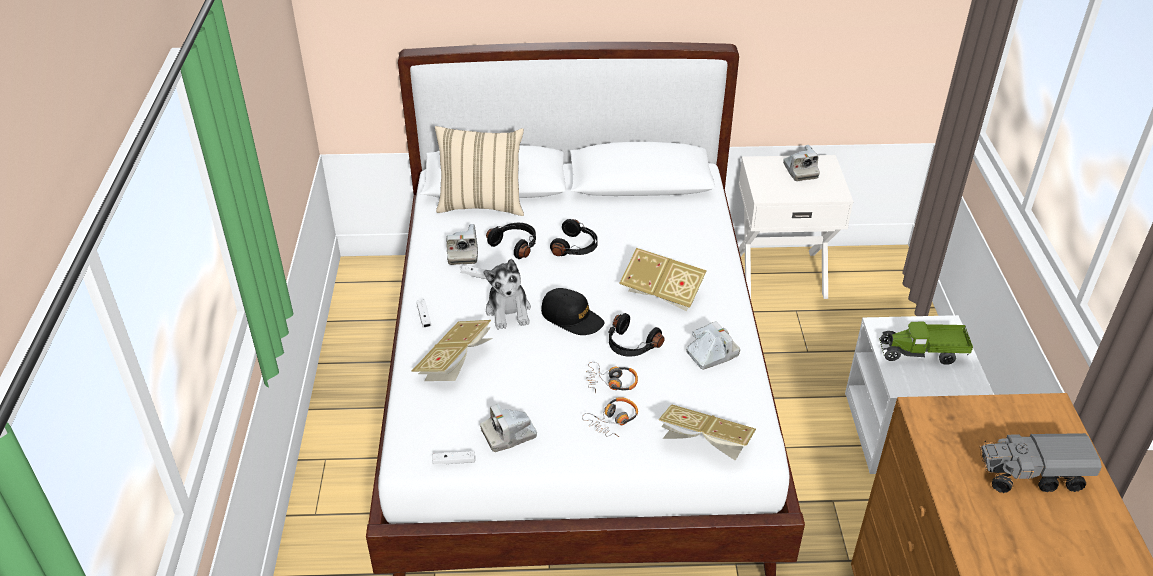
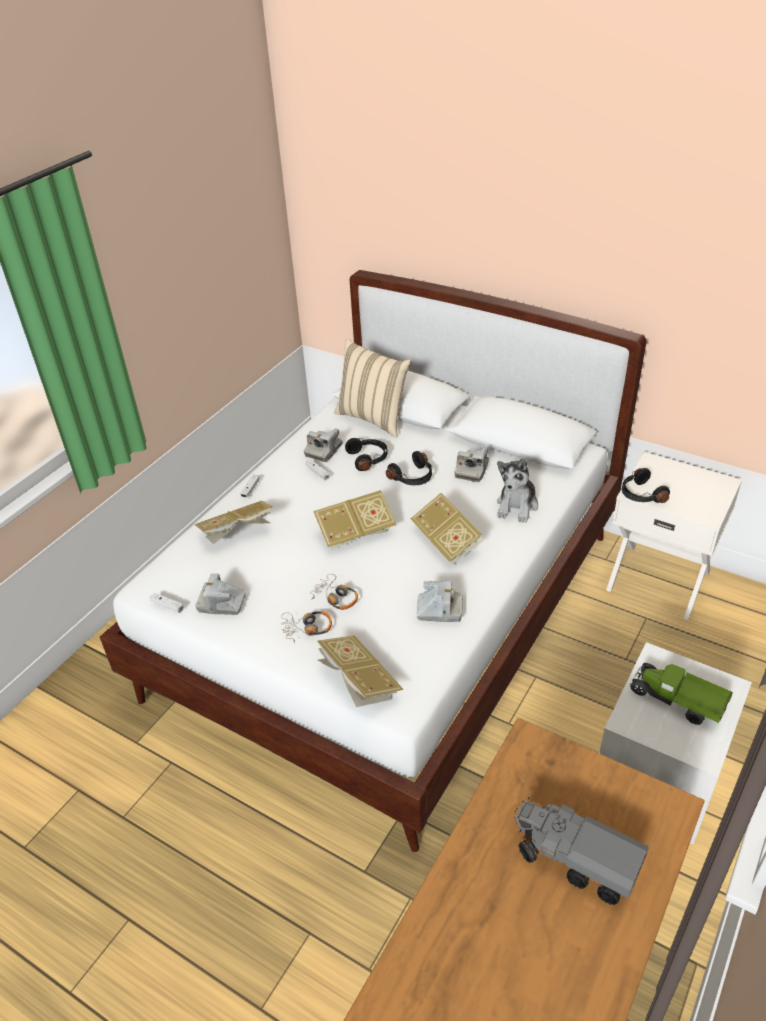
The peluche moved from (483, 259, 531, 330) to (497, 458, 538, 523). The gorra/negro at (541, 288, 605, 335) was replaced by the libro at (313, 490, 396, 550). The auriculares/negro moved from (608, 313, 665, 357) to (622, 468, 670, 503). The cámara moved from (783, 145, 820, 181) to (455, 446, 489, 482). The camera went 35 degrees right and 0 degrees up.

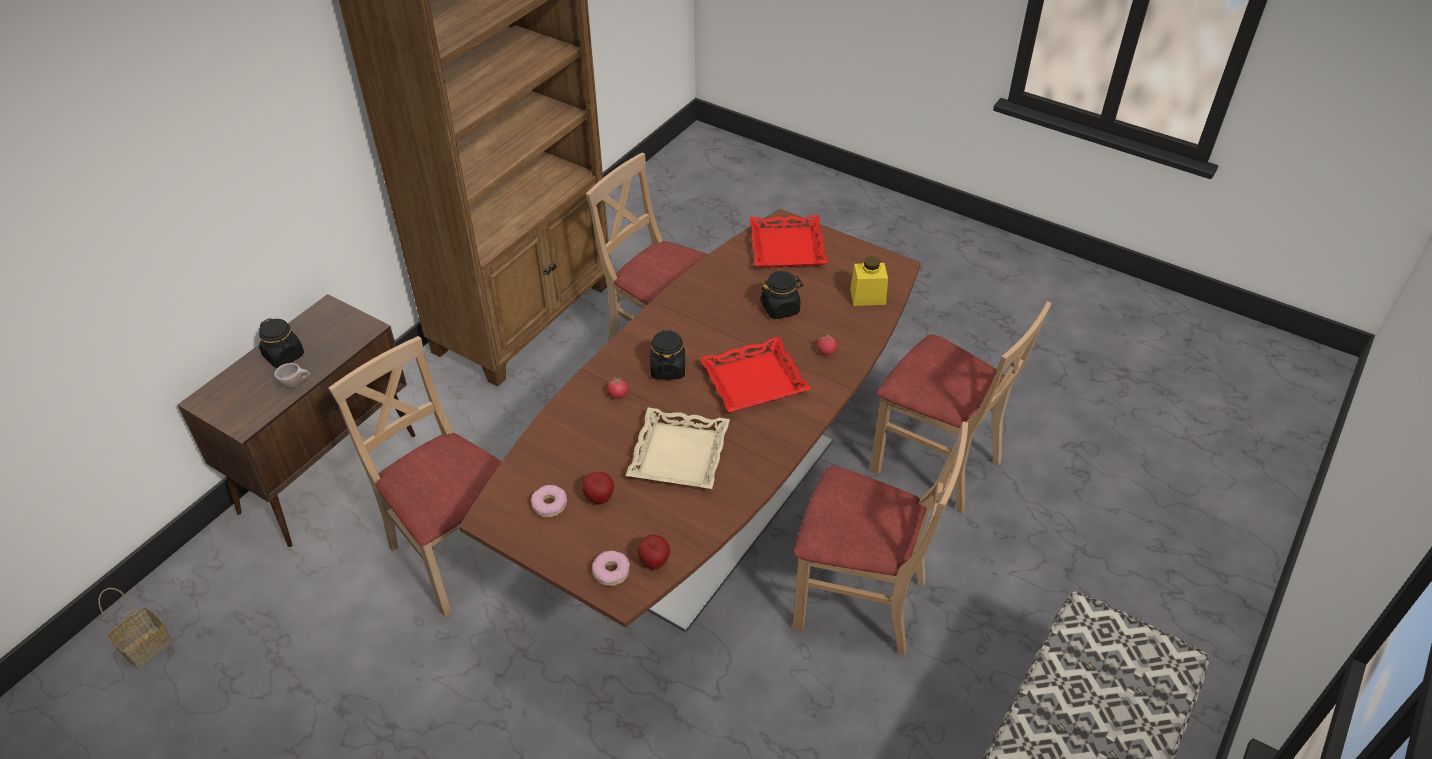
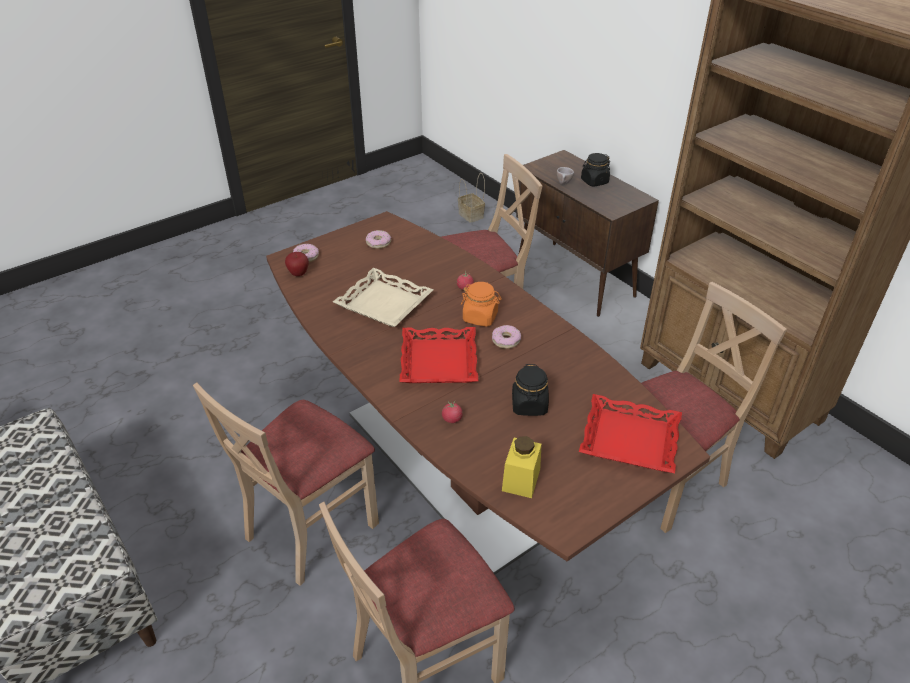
The manzana at (582, 471, 614, 504) disappeared. The tarro/negro at (650, 329, 685, 380) became the tarro/naranja at (461, 282, 502, 327). The rosquilla at (492, 325, 521, 349) appeared. The camera went 110 degrees right and 5 degrees down.

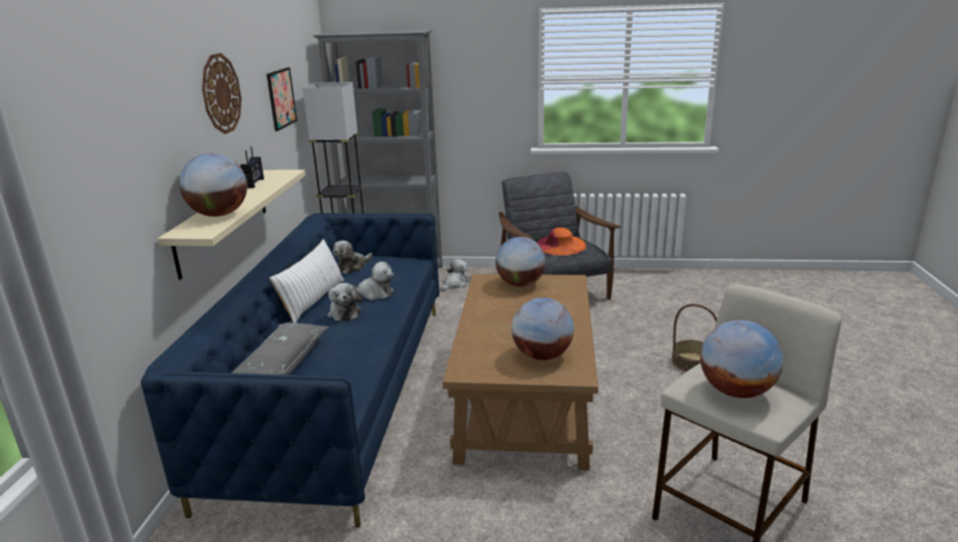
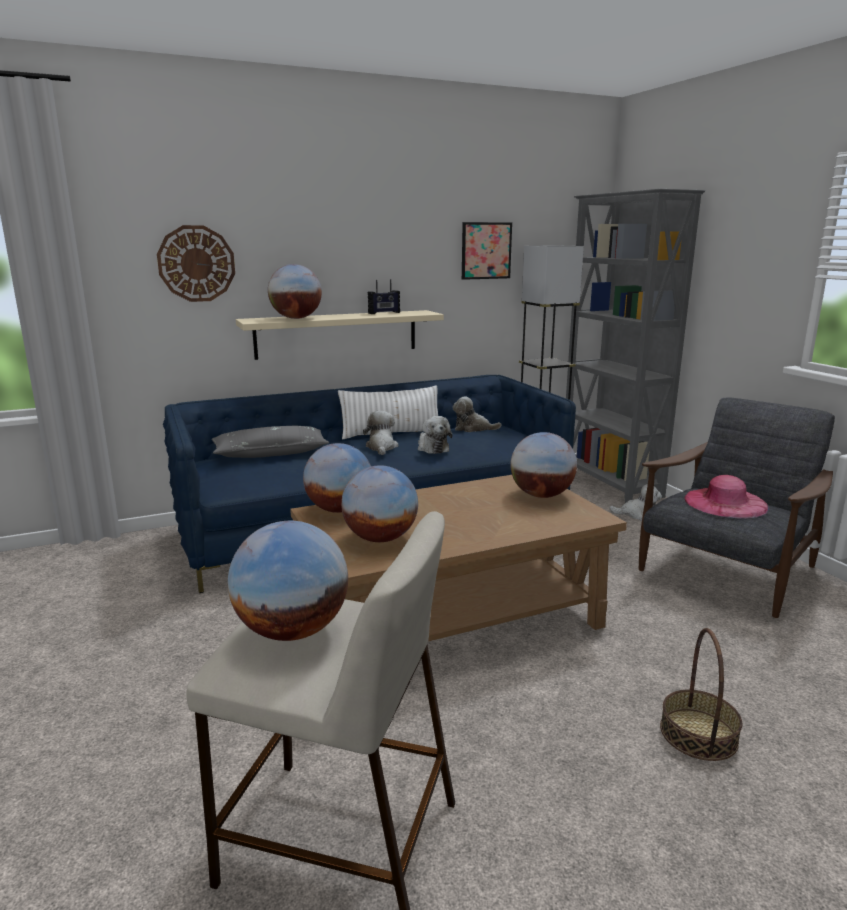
The reloj de pared moved from (202, 53, 241, 134) to (157, 225, 235, 302). The peluche at (327, 283, 363, 321) turned 135 degrees clockwise. The sombrero/naranja at (537, 227, 586, 255) became the sombrero/rosa at (684, 475, 769, 519). The globo terráqueo at (303, 443, 371, 513) appeared. The camera went 60 degrees right and 5 degrees down.

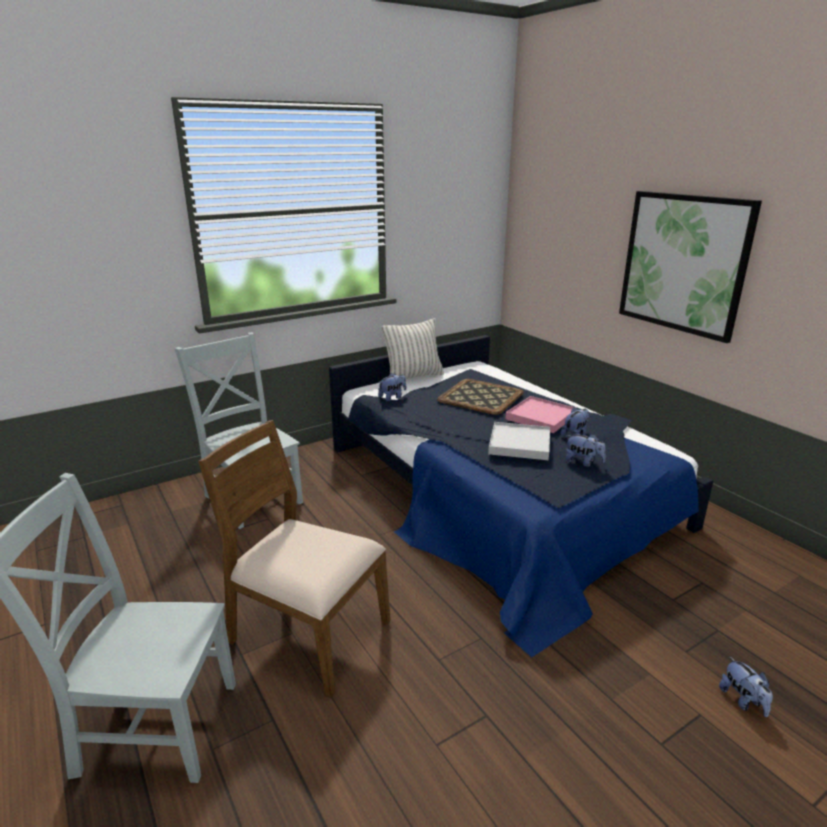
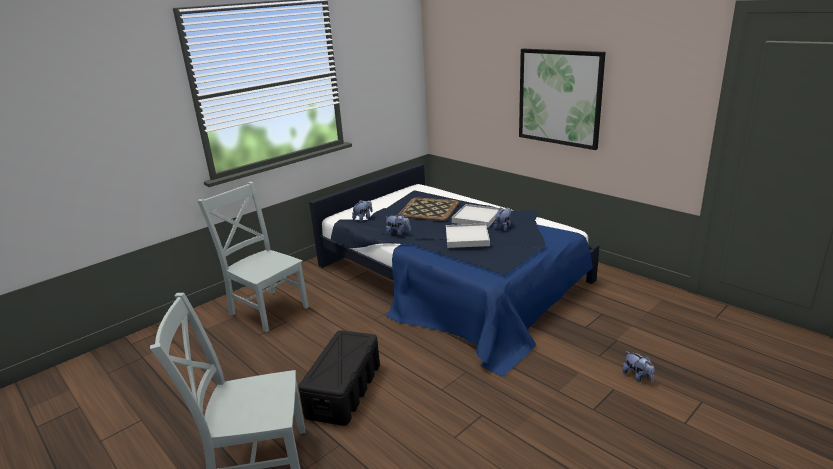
The silla/marrón at (198, 420, 390, 698) was replaced by the caja de almacenaje/negro at (298, 330, 380, 426). The cojín at (382, 318, 444, 379) disappeared. The bandeja/rosa at (505, 396, 575, 433) became the bandeja/blanco at (452, 204, 499, 228). The peluche moved from (566, 434, 606, 467) to (386, 214, 411, 235). The camera went 10 degrees left and 0 degrees up.

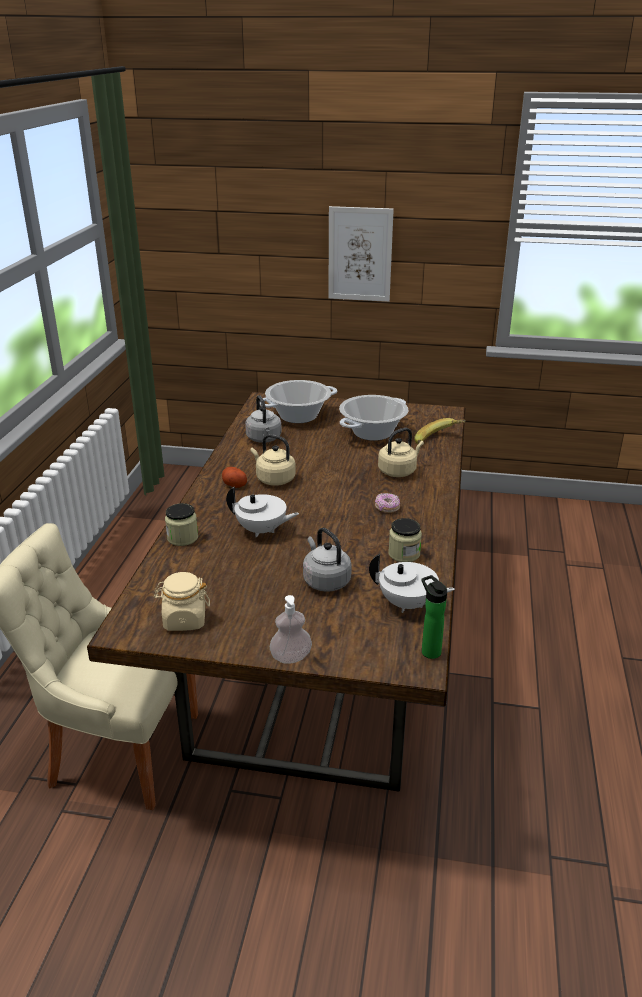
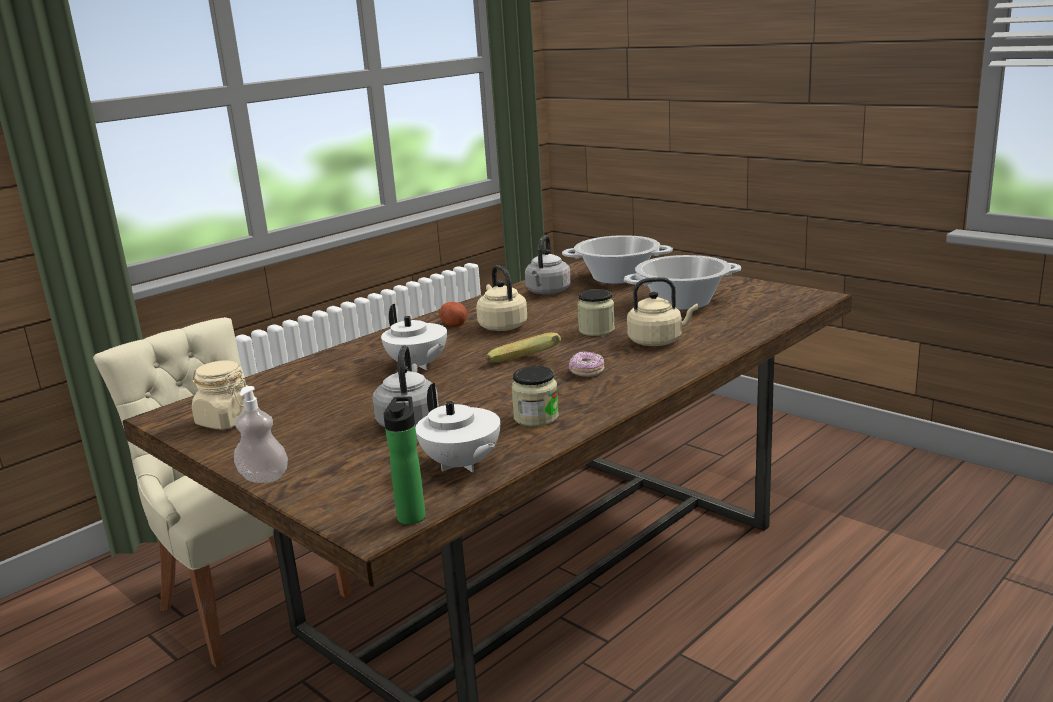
The tarro moved from (165, 503, 198, 546) to (578, 289, 615, 336). The cuadro at (328, 206, 394, 302) disappeared. The plátano moved from (414, 418, 466, 444) to (486, 333, 561, 362). The camera went 35 degrees right and 10 degrees down.

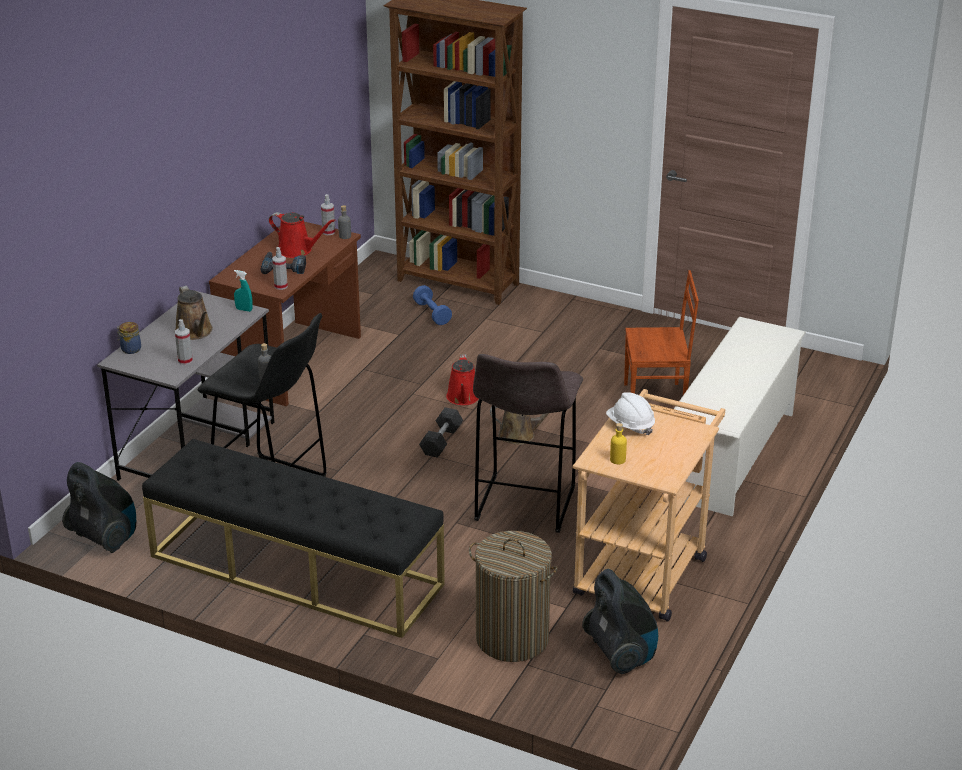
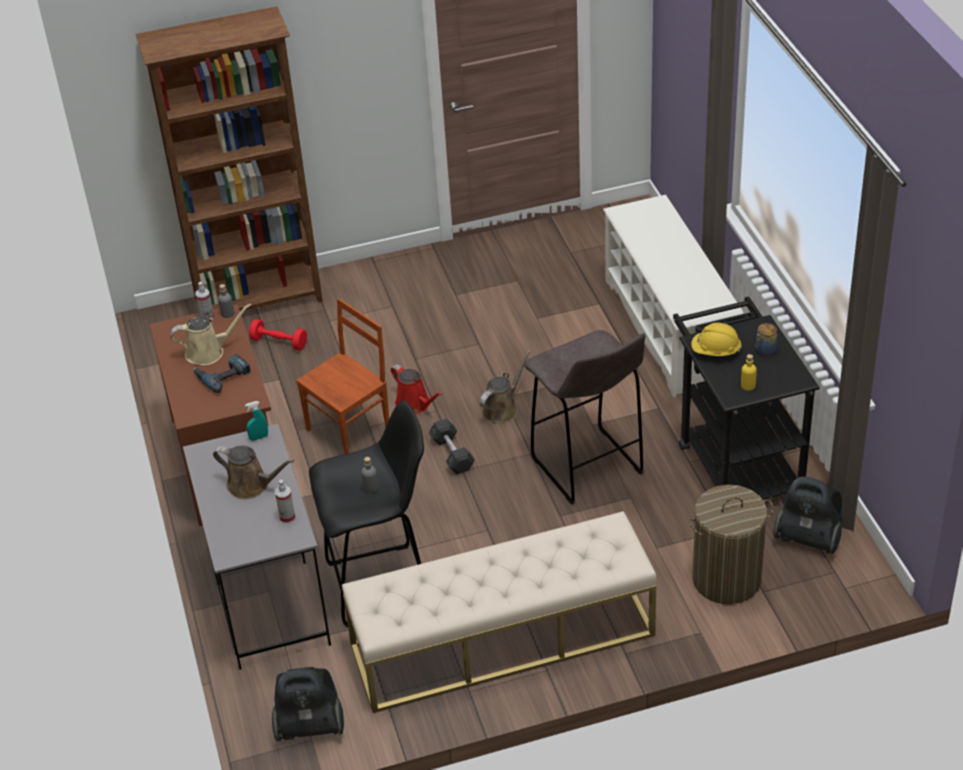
The tarro moved from (117, 322, 141, 354) to (756, 323, 777, 356). The banco/negro at (142, 439, 445, 638) became the banco/beis at (342, 511, 657, 713). The regadera/rojo at (269, 212, 336, 258) became the regadera/beis at (170, 304, 251, 365). The pulverizador at (272, 247, 288, 290) disappeared. The mancuerna/azul at (413, 285, 452, 325) became the mancuerna/rojo at (249, 319, 307, 350). The carrito/beis at (572, 389, 725, 622) became the carrito/negro at (673, 297, 820, 500). The casco/blanco at (606, 392, 655, 435) became the casco/amarillo at (691, 323, 742, 356). The silla/marrón moved from (624, 270, 699, 395) to (296, 298, 389, 454). The camera went 40 degrees left and 10 degrees up.

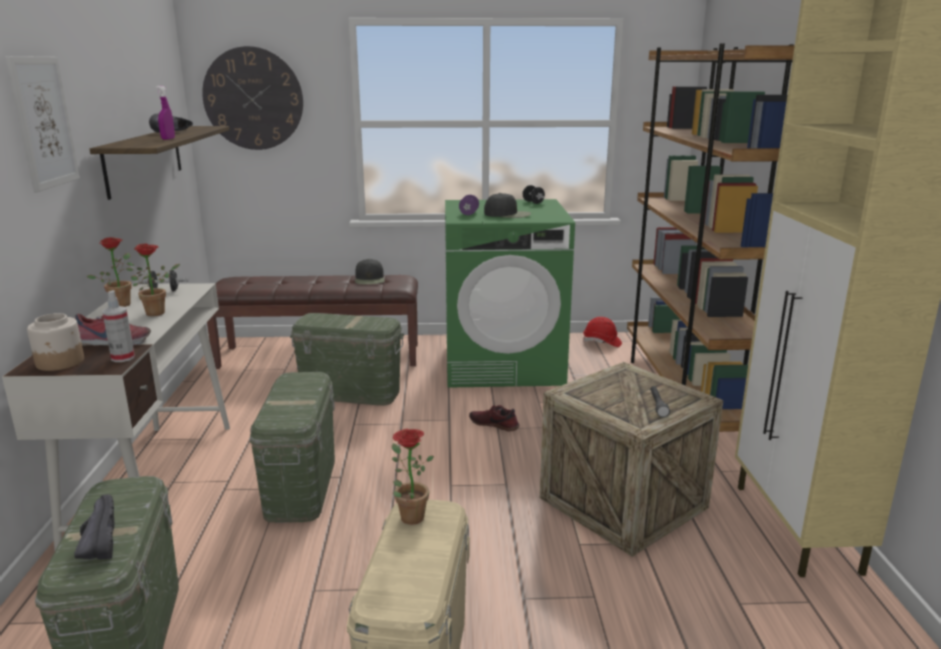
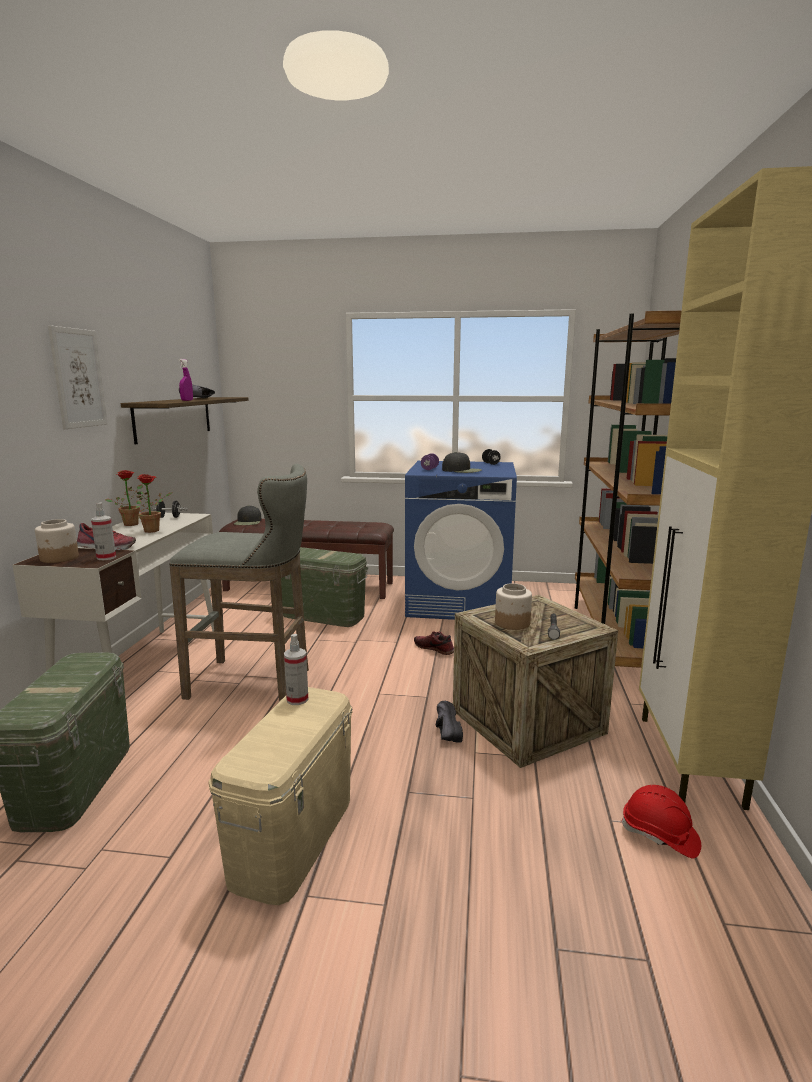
The zapato/negro moved from (74, 494, 114, 559) to (436, 701, 463, 743). The reloj de pared at (202, 46, 303, 150) disappeared. The caja de almacenaje/verde at (250, 372, 335, 523) was replaced by the taburete/gris at (169, 464, 309, 702). The gorra/negro moved from (355, 259, 385, 284) to (234, 505, 262, 525). The planta en maceta at (392, 429, 434, 525) was replaced by the pulverizador at (284, 634, 308, 705). The lavadora/verde at (445, 199, 575, 388) became the lavadora/azul at (405, 461, 517, 620). The casco/rojo moved from (583, 317, 622, 347) to (621, 785, 701, 859). The tarro at (495, 583, 532, 630) appeared. The camera went 10 degrees right and 5 degrees down.

